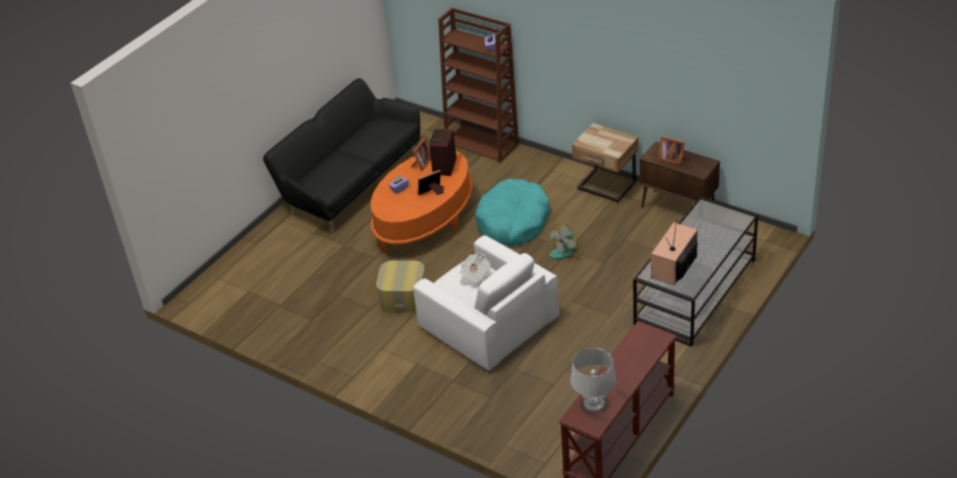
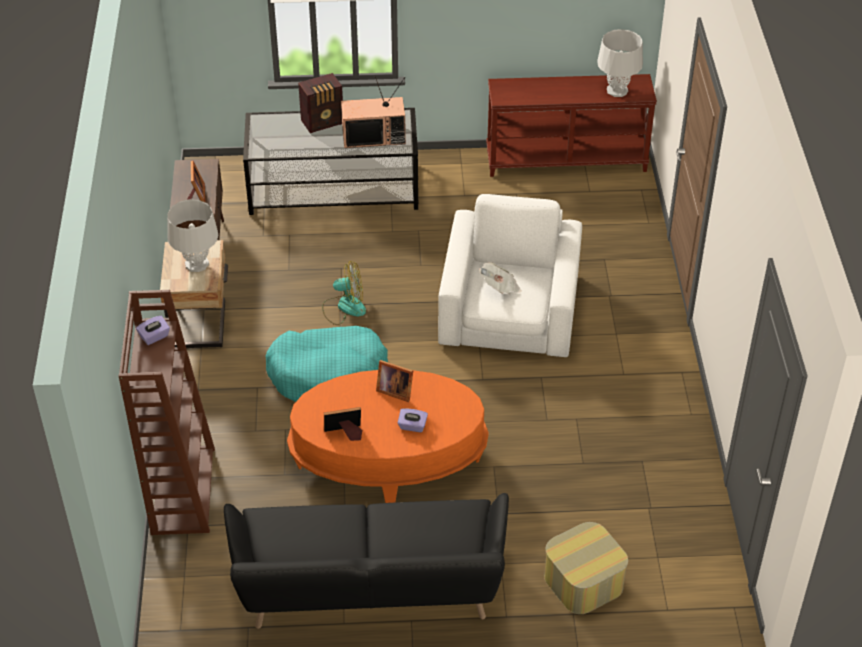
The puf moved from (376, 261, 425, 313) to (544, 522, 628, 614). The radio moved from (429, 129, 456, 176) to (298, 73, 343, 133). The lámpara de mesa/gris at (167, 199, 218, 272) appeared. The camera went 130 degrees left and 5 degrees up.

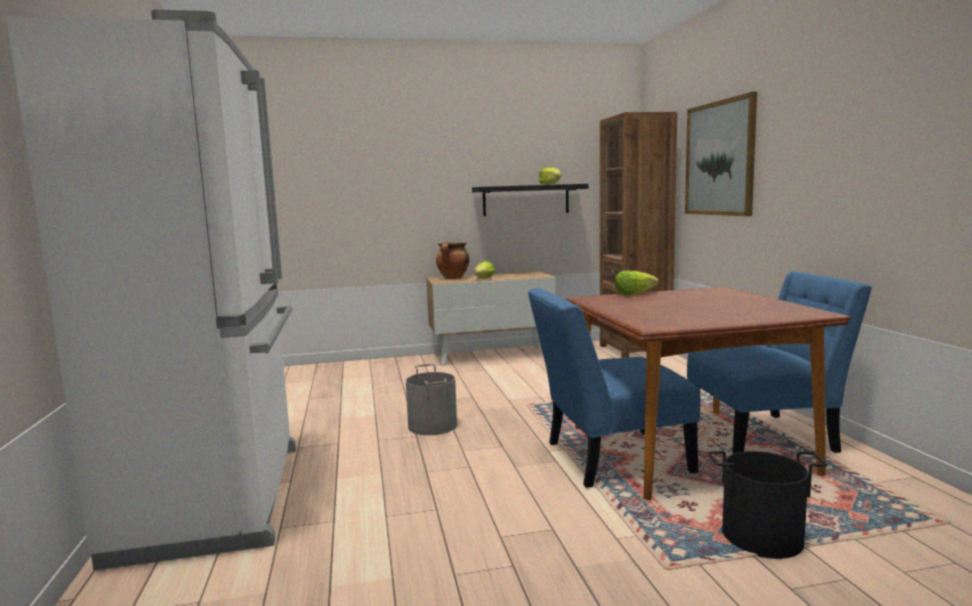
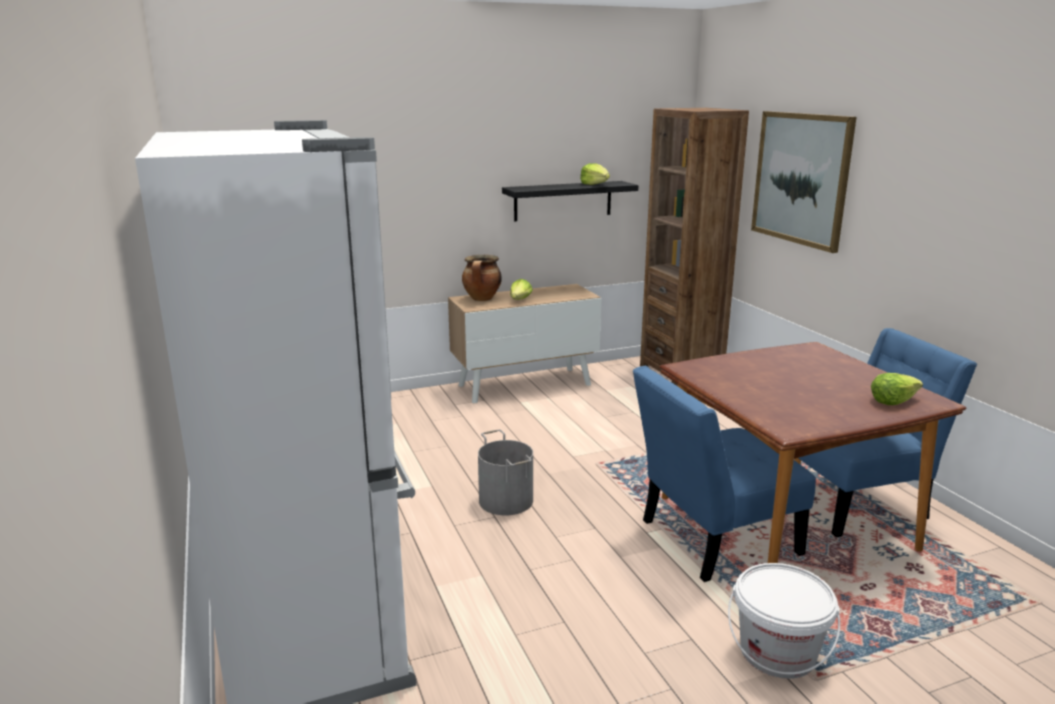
The lechuga moved from (615, 270, 659, 295) to (871, 373, 923, 405). The cubo/negro at (709, 451, 828, 559) disappeared. The cubo/blanco at (728, 563, 840, 679) appeared. The camera went 10 degrees left and 10 degrees up.

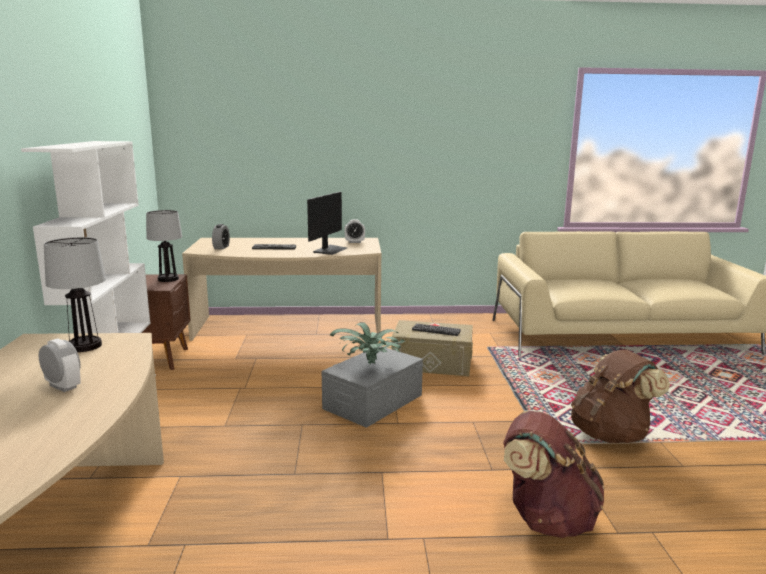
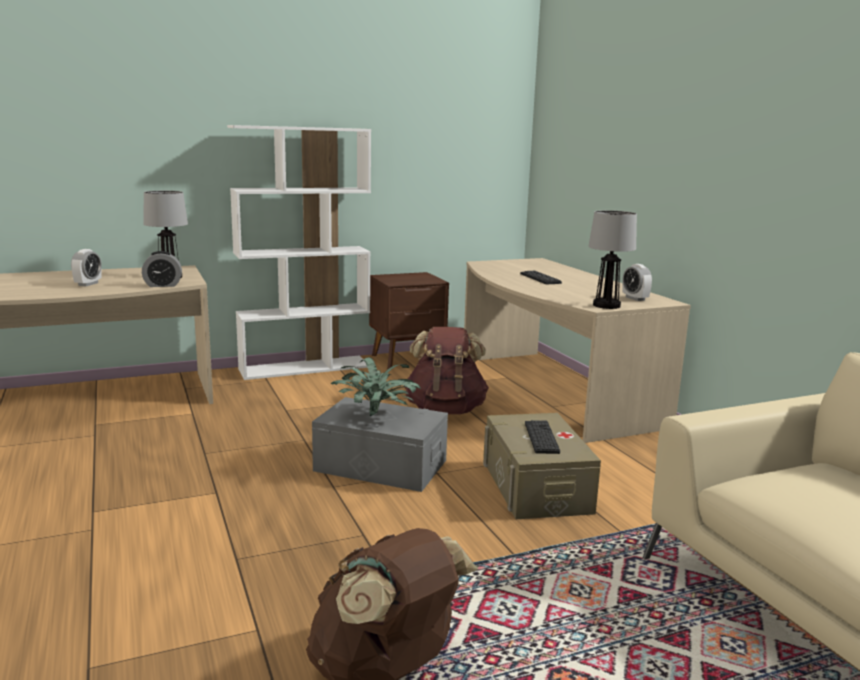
The lámpara de mesa moved from (146, 210, 182, 282) to (589, 210, 637, 309). The despertador moved from (212, 224, 230, 250) to (142, 251, 182, 287). The monitor at (307, 192, 347, 255) disappeared. The mochila/marrón moved from (503, 411, 605, 538) to (405, 327, 489, 414). The camera went 70 degrees right and 0 degrees up.

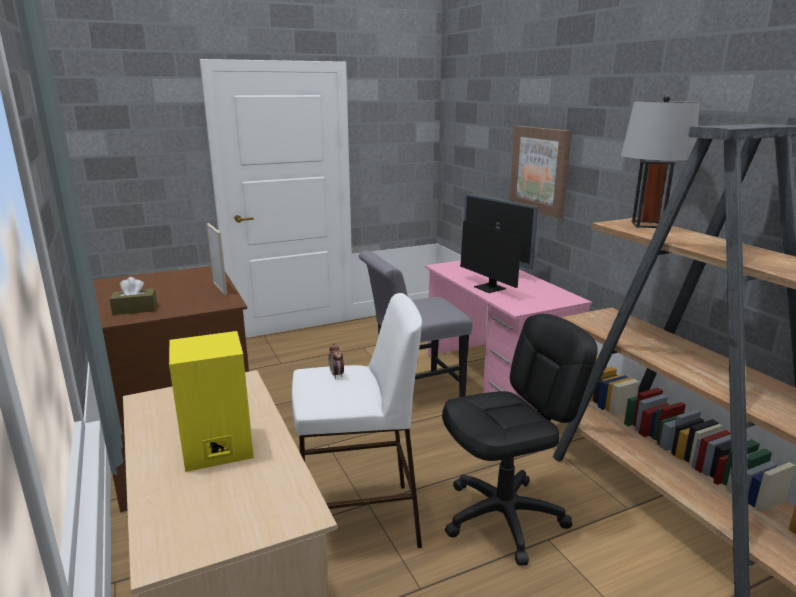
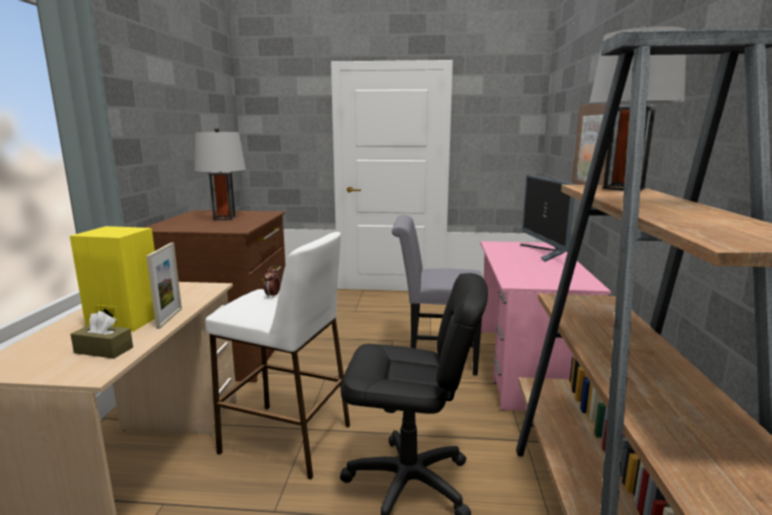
The caja de pañuelos/marrón moved from (109, 277, 157, 315) to (70, 311, 133, 359). The portarretratos moved from (206, 223, 227, 296) to (146, 243, 182, 329). The monitor at (460, 220, 542, 293) disappeared. The lámpara de mesa/gris at (194, 127, 246, 220) appeared. The camera went 30 degrees right and 5 degrees down.

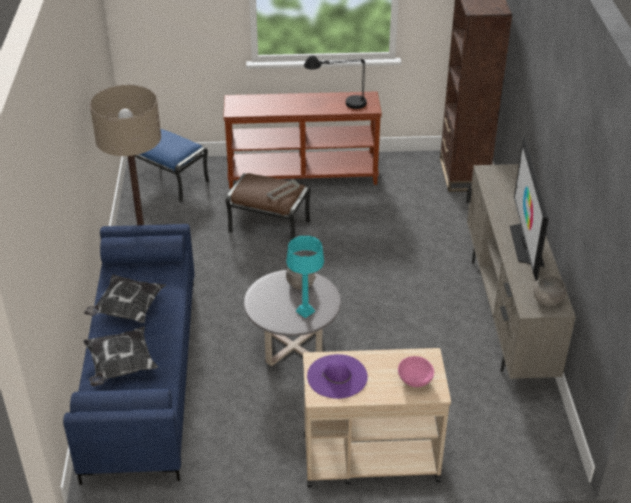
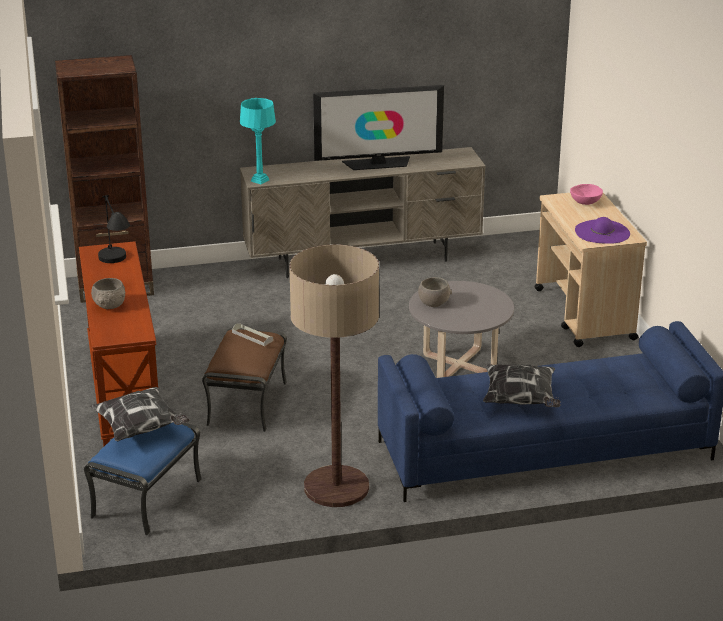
The cojín moved from (83, 326, 158, 386) to (90, 387, 190, 442). The lámpara de mesa/turquesa moved from (286, 236, 324, 318) to (240, 98, 276, 184). The cuenco/gris moved from (532, 276, 566, 306) to (91, 278, 125, 309). The camera went 100 degrees left and 10 degrees down.

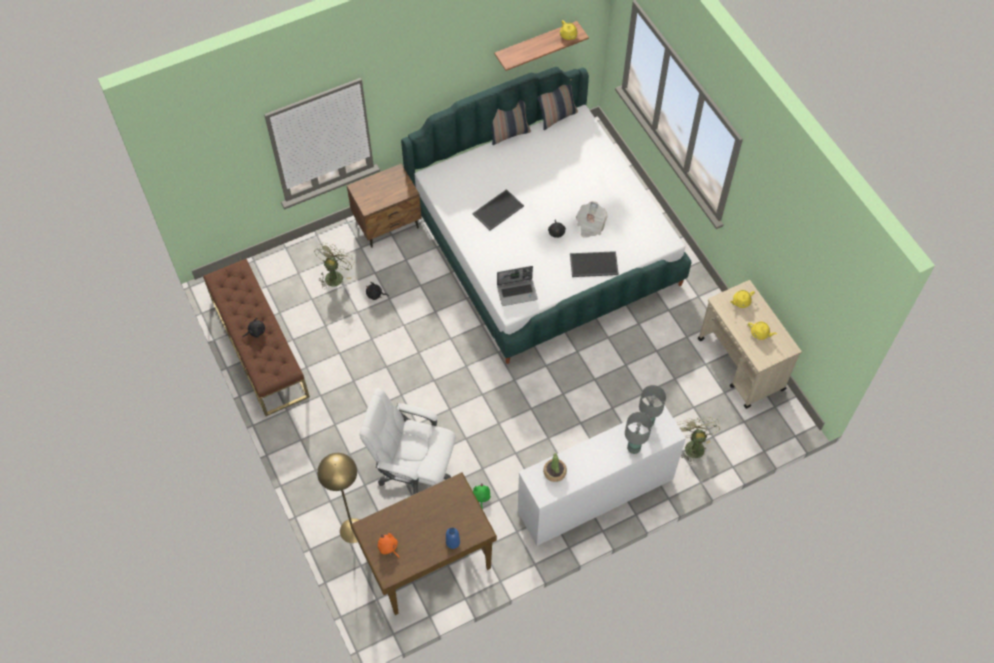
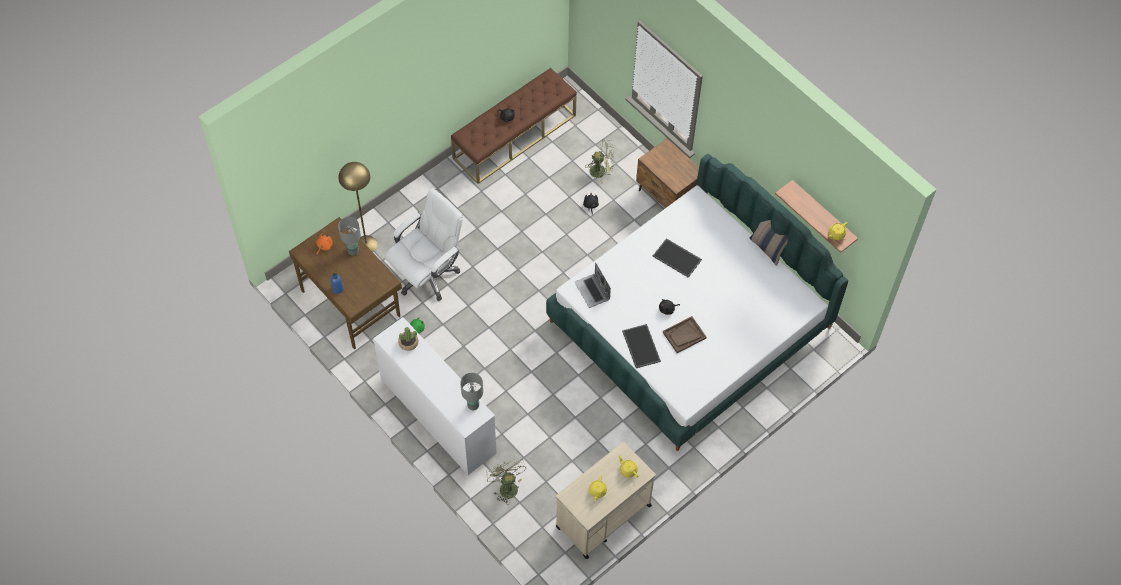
The silla de oficina/blanco at (359, 388, 456, 495) turned 45 degrees clockwise. The cojín at (537, 79, 578, 130) disappeared. The periódico at (576, 201, 608, 238) was replaced by the bandeja/marrón at (663, 316, 706, 353). The lámpara de mesa/gris moved from (625, 412, 652, 454) to (338, 217, 361, 255). The ventilador/verde at (677, 417, 720, 464) turned 90 degrees counterclockwise. The camera went 75 degrees right and 0 degrees up.

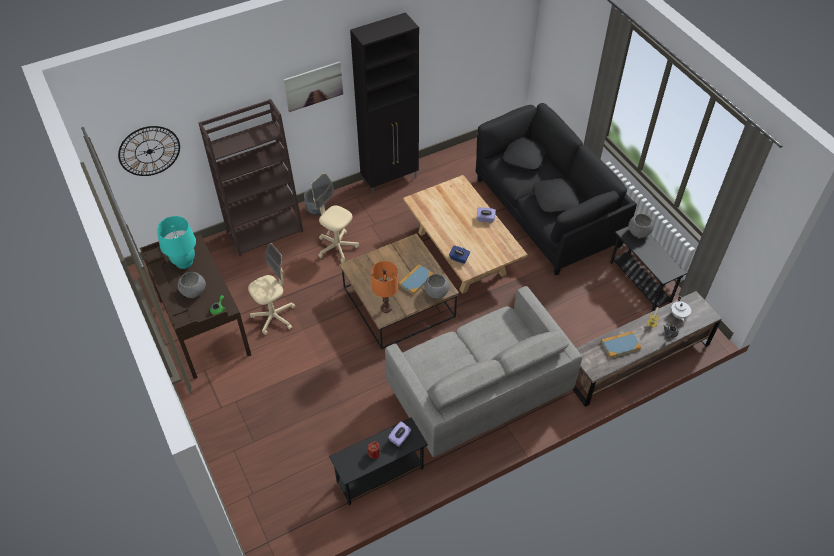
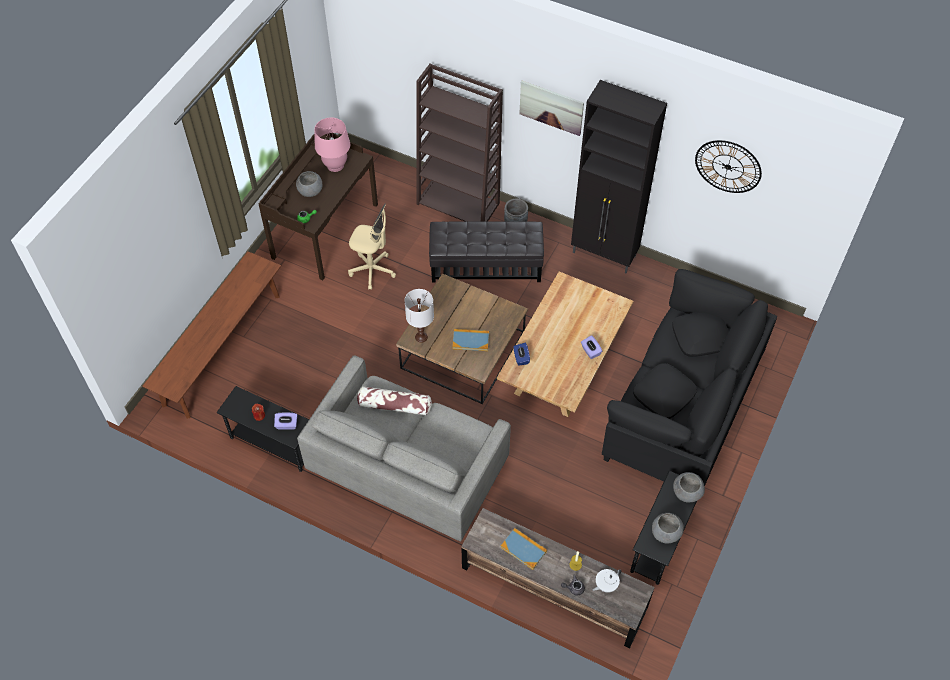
The reloj de pared moved from (118, 126, 180, 176) to (695, 140, 762, 193). The lámpara de mesa/turquesa at (157, 216, 196, 269) became the lámpara de mesa/rosa at (314, 118, 350, 172). The silla de oficina/beis at (311, 173, 359, 263) was replaced by the puf/negro at (429, 221, 544, 282). The lámpara de mesa/naranja at (371, 261, 398, 313) became the lámpara de mesa/blanco at (404, 289, 434, 343). The cuenco/gris moved from (424, 274, 449, 299) to (652, 513, 684, 543). The banco/marrón at (142, 251, 281, 419) appeared. The cojín at (357, 386, 432, 415) appeared. The camera went 55 degrees right and 5 degrees up.

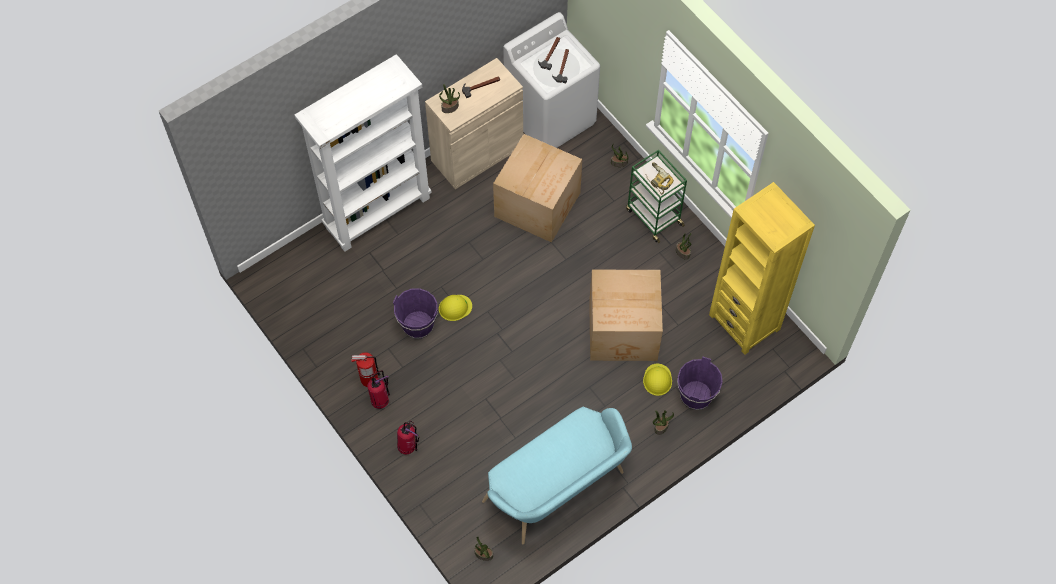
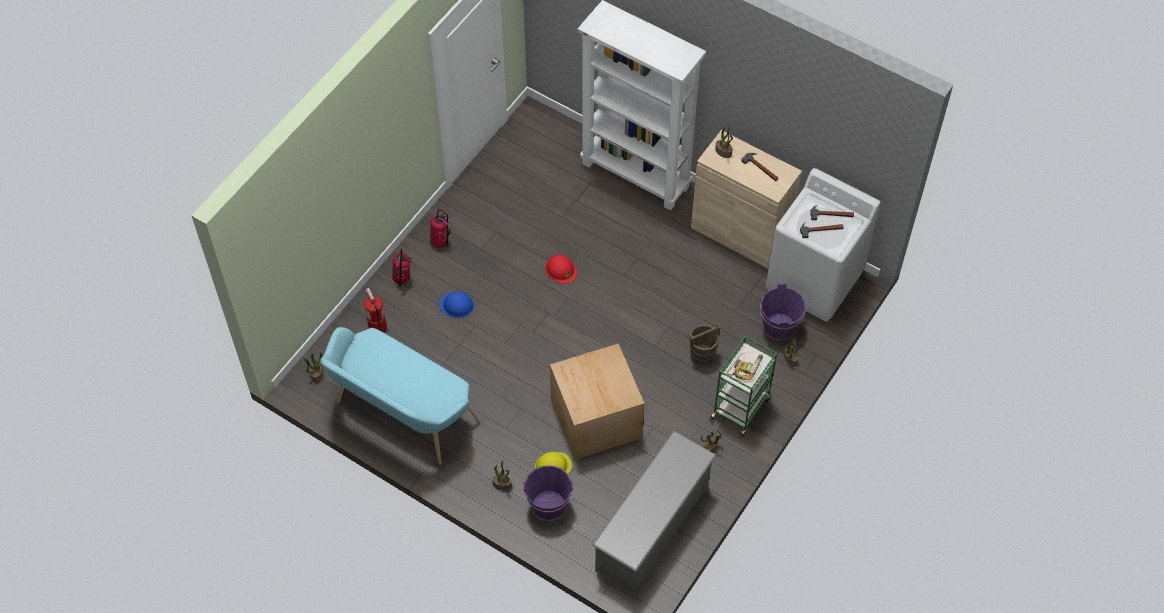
The extintor moved from (351, 352, 381, 387) to (364, 288, 387, 333). The cubo/morado moved from (393, 289, 438, 339) to (760, 284, 806, 341). The casco/amarillo at (439, 295, 472, 321) became the casco/rojo at (545, 255, 577, 284). The caja de cartón at (493, 134, 582, 243) disappeared. The estantería/amarillo at (709, 182, 815, 355) was replaced by the zapatero/gris at (592, 431, 716, 594). The casco/azul at (439, 292, 474, 318) appeared. The cubo/marrón at (689, 323, 720, 366) appeared. The camera went 70 degrees right and 5 degrees down.

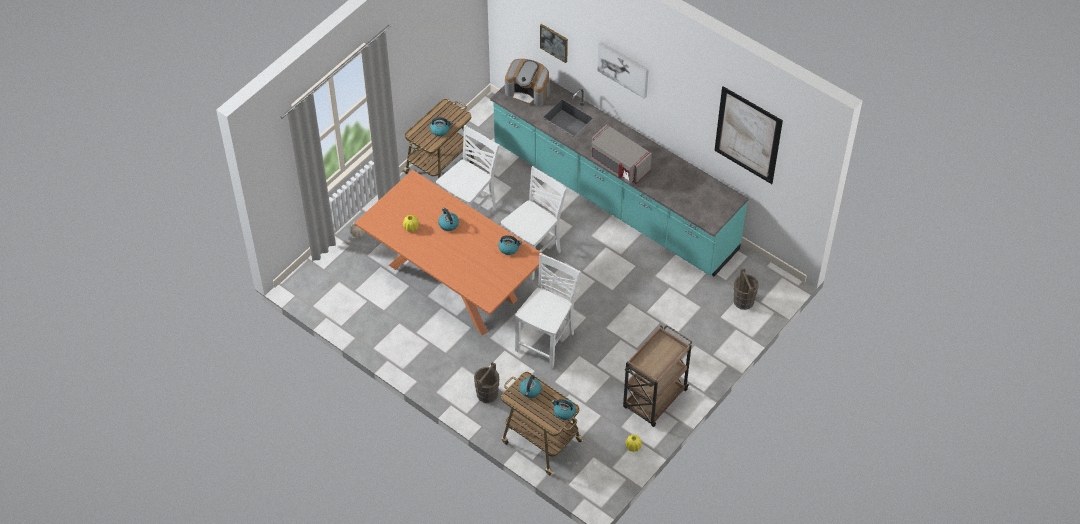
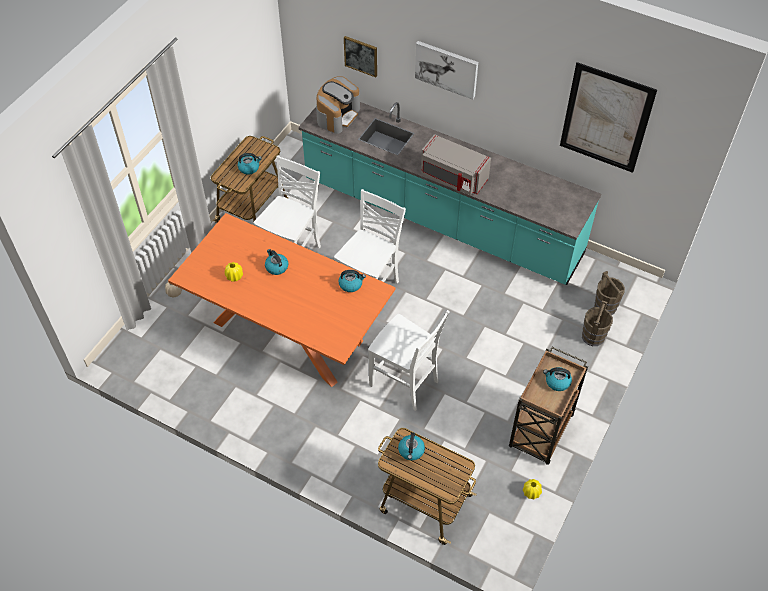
The cubo/marrón moved from (474, 362, 499, 403) to (582, 300, 613, 346). The cafetera at (505, 59, 550, 107) turned 75 degrees counterclockwise. The silla/blanco at (515, 253, 581, 369) turned 105 degrees clockwise. The hervidor moved from (551, 399, 576, 420) to (543, 367, 572, 391). The camera went 10 degrees left and 0 degrees up.

